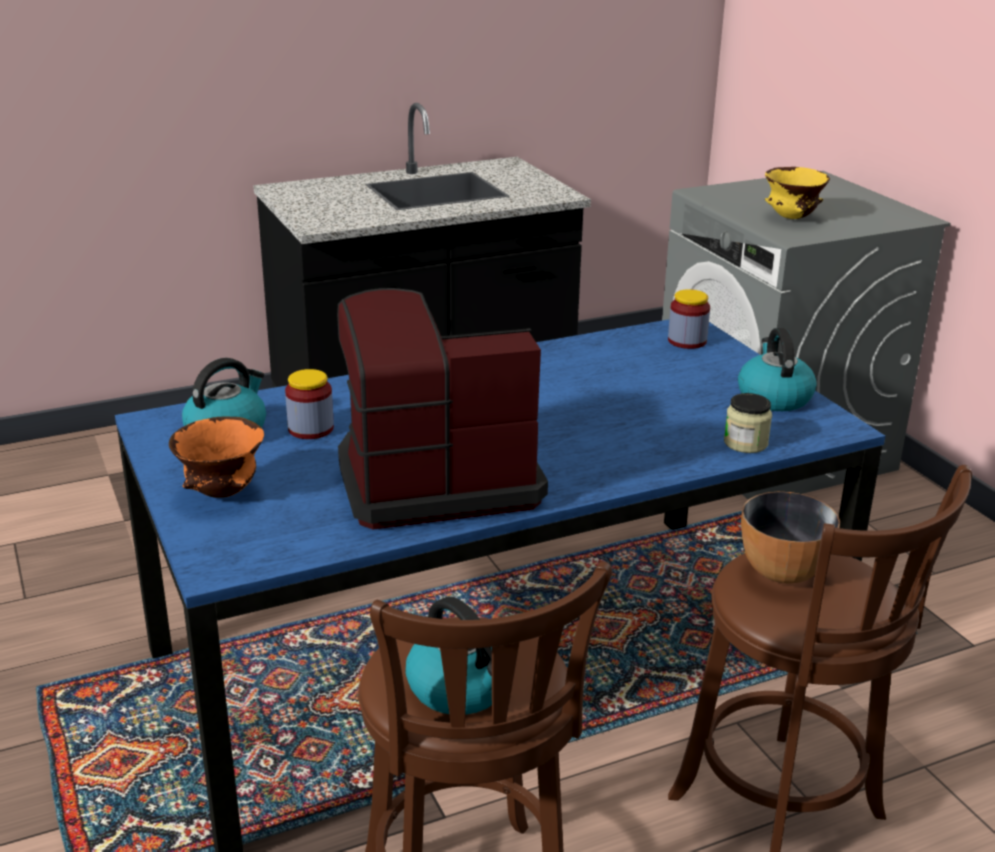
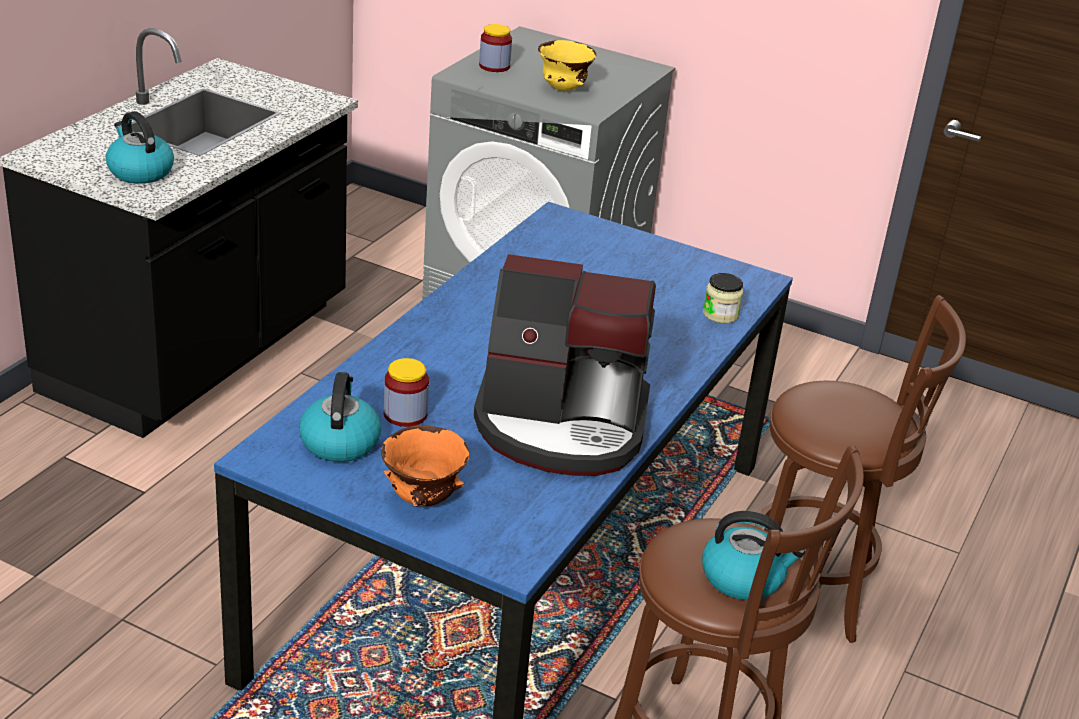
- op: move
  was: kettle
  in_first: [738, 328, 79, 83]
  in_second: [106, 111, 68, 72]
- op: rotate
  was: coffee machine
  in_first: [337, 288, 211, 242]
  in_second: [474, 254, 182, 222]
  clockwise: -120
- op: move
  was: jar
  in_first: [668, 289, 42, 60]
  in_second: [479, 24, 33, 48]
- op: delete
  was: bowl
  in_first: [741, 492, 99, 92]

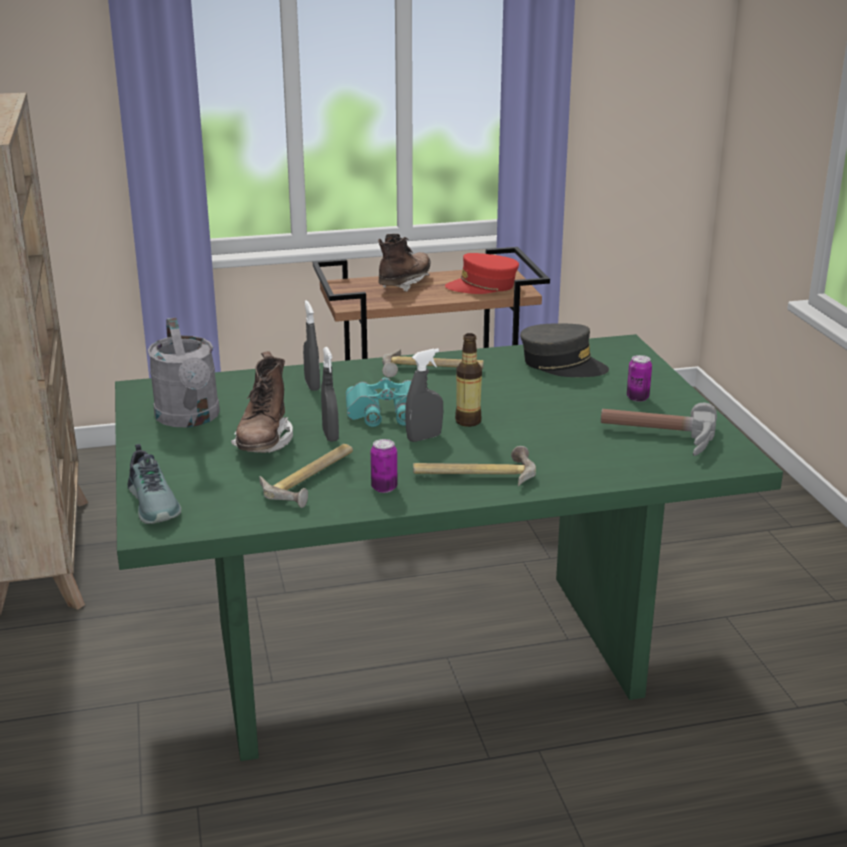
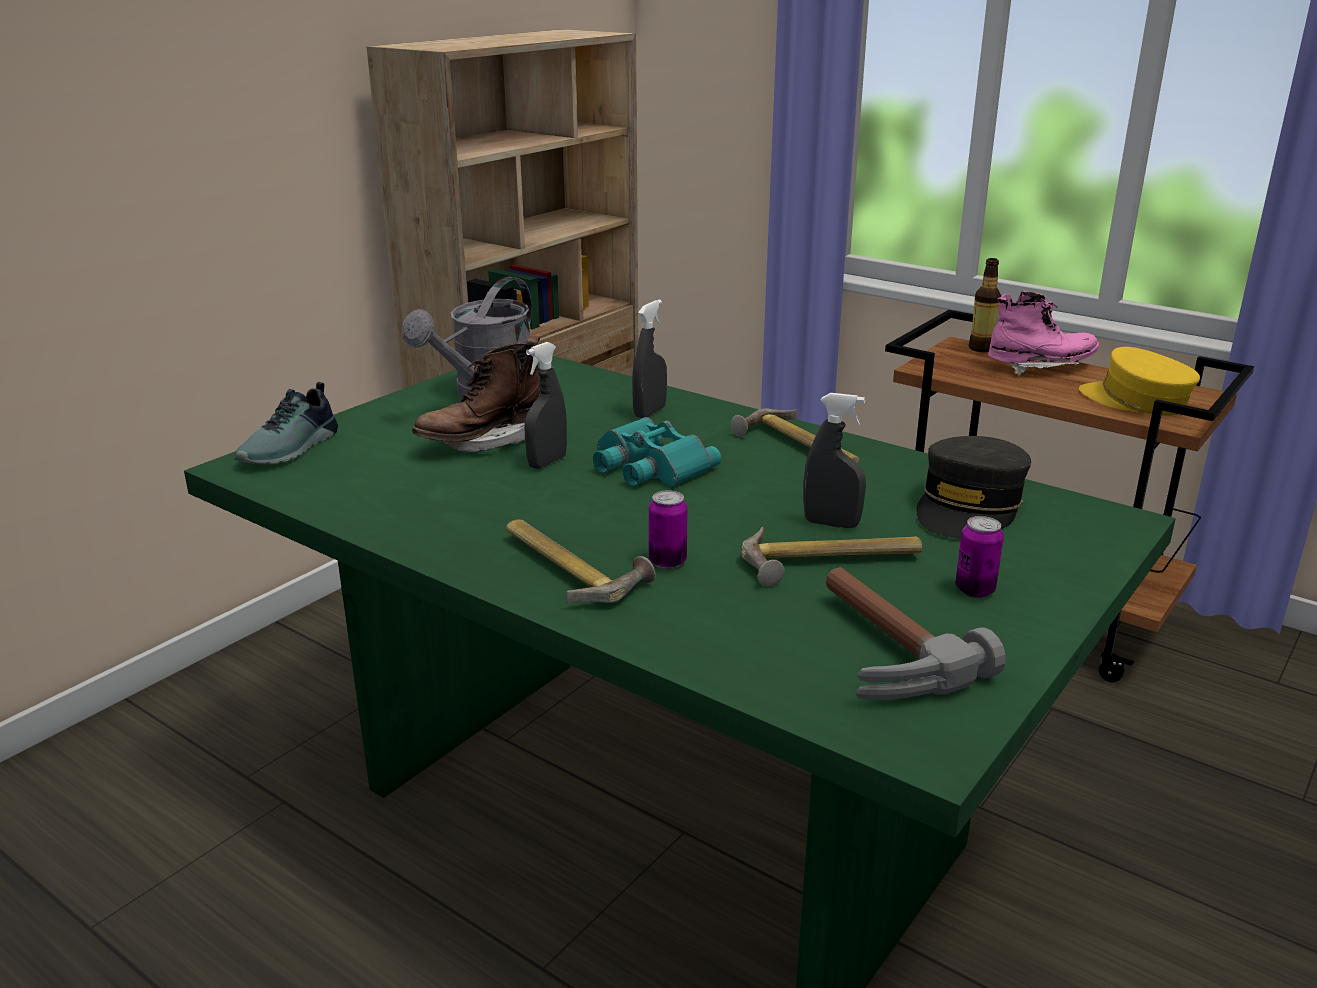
- op: move
  was: can
  in_first: [371, 439, 26, 54]
  in_second: [649, 490, 39, 79]
- op: move
  was: hammer
  in_first: [260, 444, 93, 64]
  in_second: [741, 527, 181, 59]
- op: move
  was: spray bottle (grey)
  in_first: [405, 348, 38, 94]
  in_second: [803, 393, 63, 135]
- op: rotate
  was: cap (grey)
  in_first: [520, 323, 89, 54]
  in_second: [916, 436, 115, 102]
  clockwise: 45
- op: move
  was: bottle
  in_first: [455, 333, 27, 94]
  in_second: [969, 258, 32, 94]
- op: recolor
  was: boot (brown)
  now: boot (pink)
  in_first: [378, 234, 52, 58]
  in_second: [988, 291, 111, 85]
- op: recolor
  was: cap (red)
  now: cap (yellow)
  in_first: [445, 253, 74, 41]
  in_second: [1079, 347, 121, 69]

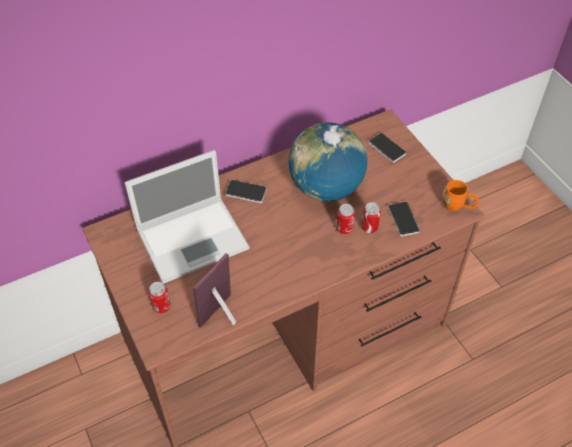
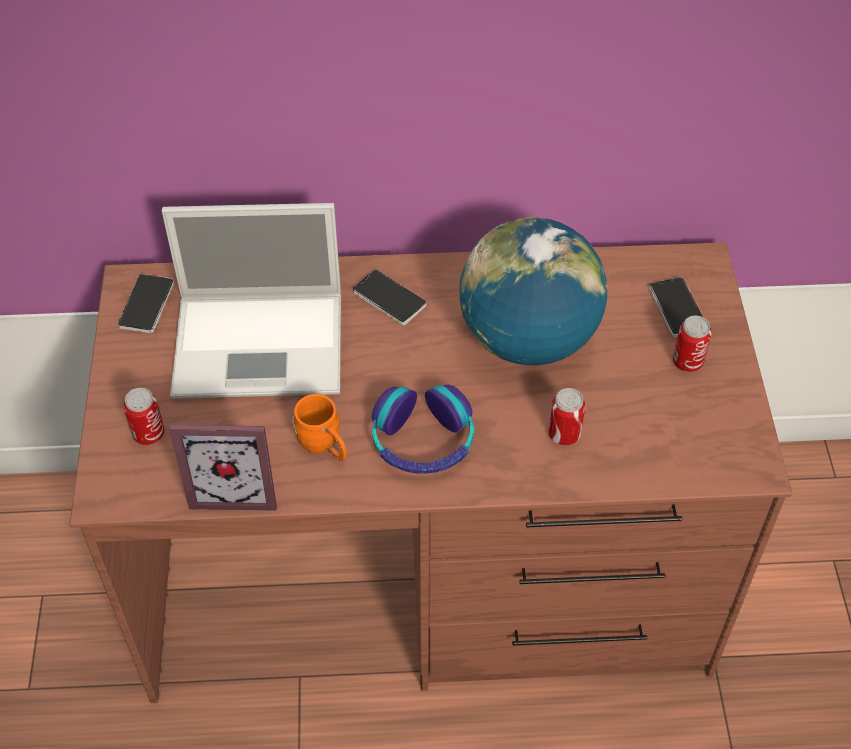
- op: move
  was: phone
  in_first: [388, 201, 32, 35]
  in_second: [118, 274, 56, 59]
- op: rotate
  was: picture frame
  in_first: [193, 253, 43, 75]
  in_second: [170, 425, 107, 86]
  clockwise: -150
- op: move
  was: mug (orange)
  in_first: [442, 180, 37, 31]
  in_second: [293, 394, 54, 67]
- op: insert
  now: headphones
  in_second: [372, 385, 102, 89]
- op: move
  was: can
  in_first: [336, 204, 19, 30]
  in_second: [673, 316, 39, 56]

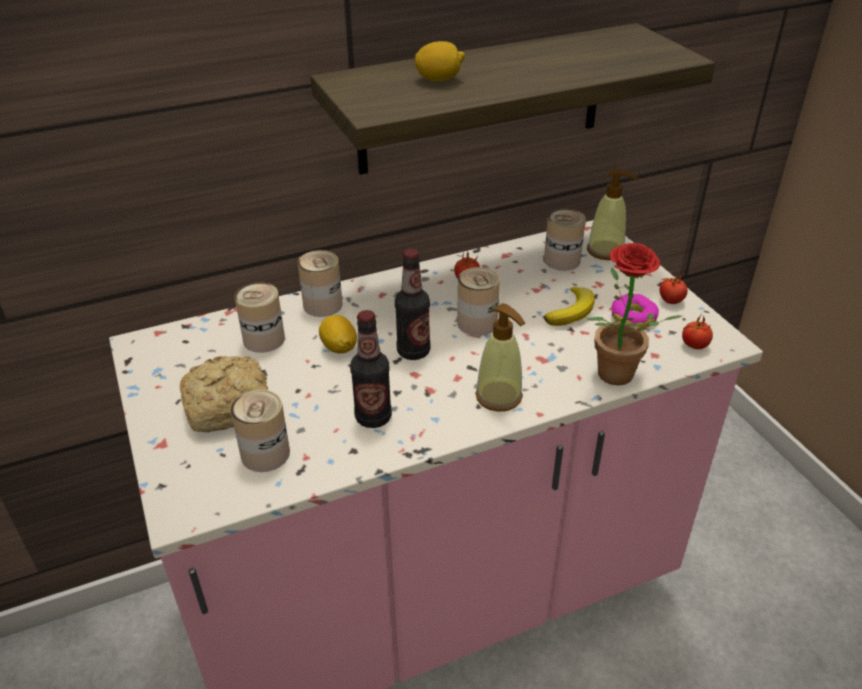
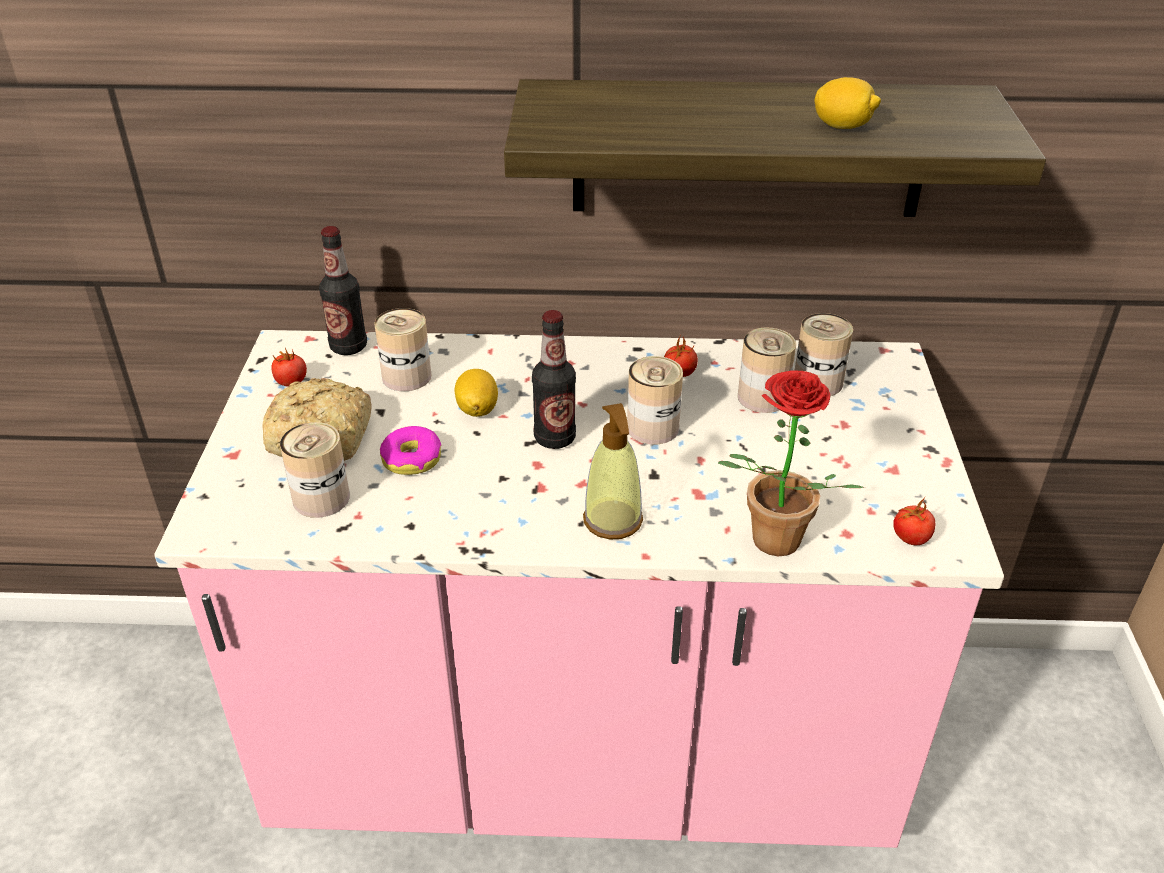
- op: move
  was: tomato
  in_first: [660, 273, 28, 31]
  in_second: [271, 348, 36, 39]
- op: move
  was: bottle
  in_first: [350, 310, 42, 118]
  in_second: [319, 226, 48, 129]
- op: move
  was: donut
  in_first: [611, 294, 48, 34]
  in_second: [380, 426, 61, 49]
- op: move
  was: can
  in_first: [298, 250, 44, 67]
  in_second: [738, 327, 58, 86]
- op: move
  was: lemon
  in_first: [414, 41, 51, 41]
  in_second: [814, 77, 67, 52]
- op: delete
  was: banana
  in_first: [544, 287, 51, 39]
- op: delete
  was: soap dispenser
  in_first: [587, 169, 51, 91]

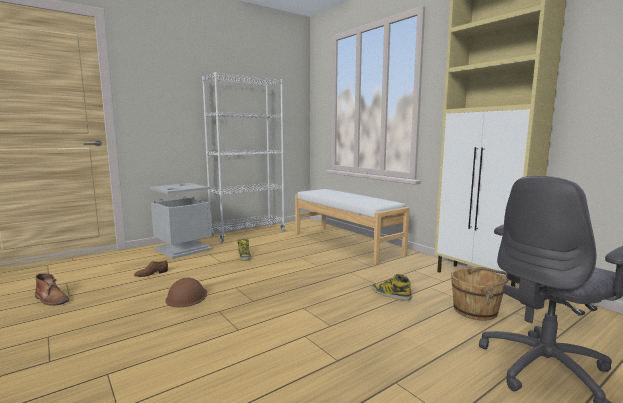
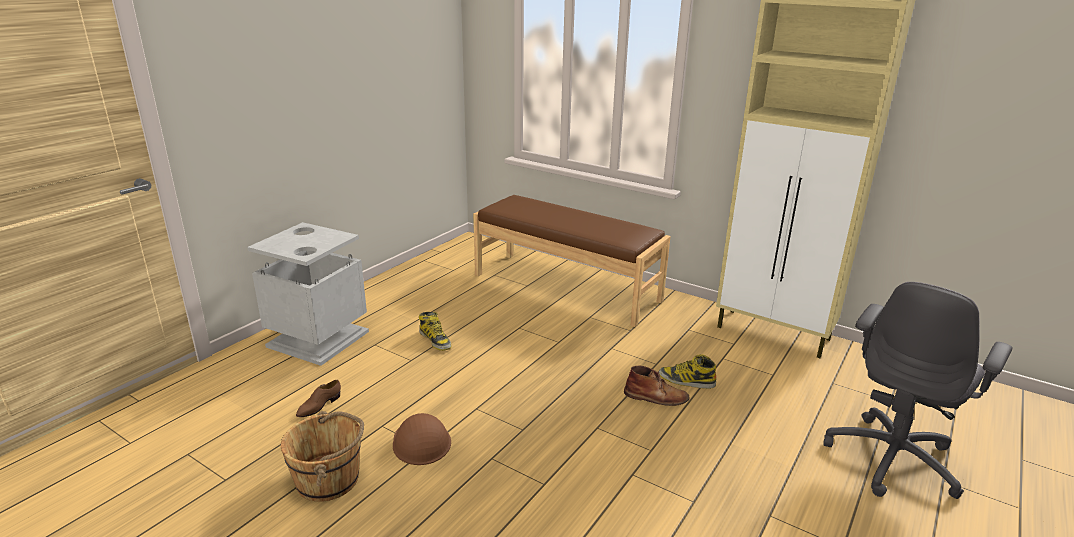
- op: move
  was: bucket (brown)
  in_first: [451, 267, 58, 53]
  in_second: [281, 411, 83, 91]
- op: recolor
  was: bench (white)
  now: bench (brown)
  in_first: [295, 189, 115, 76]
  in_second: [473, 195, 198, 132]
- op: move
  was: boot (brown)
  in_first: [35, 273, 34, 33]
  in_second: [624, 365, 65, 41]
- op: delete
  was: bookcase (white)
  in_first: [202, 72, 83, 170]

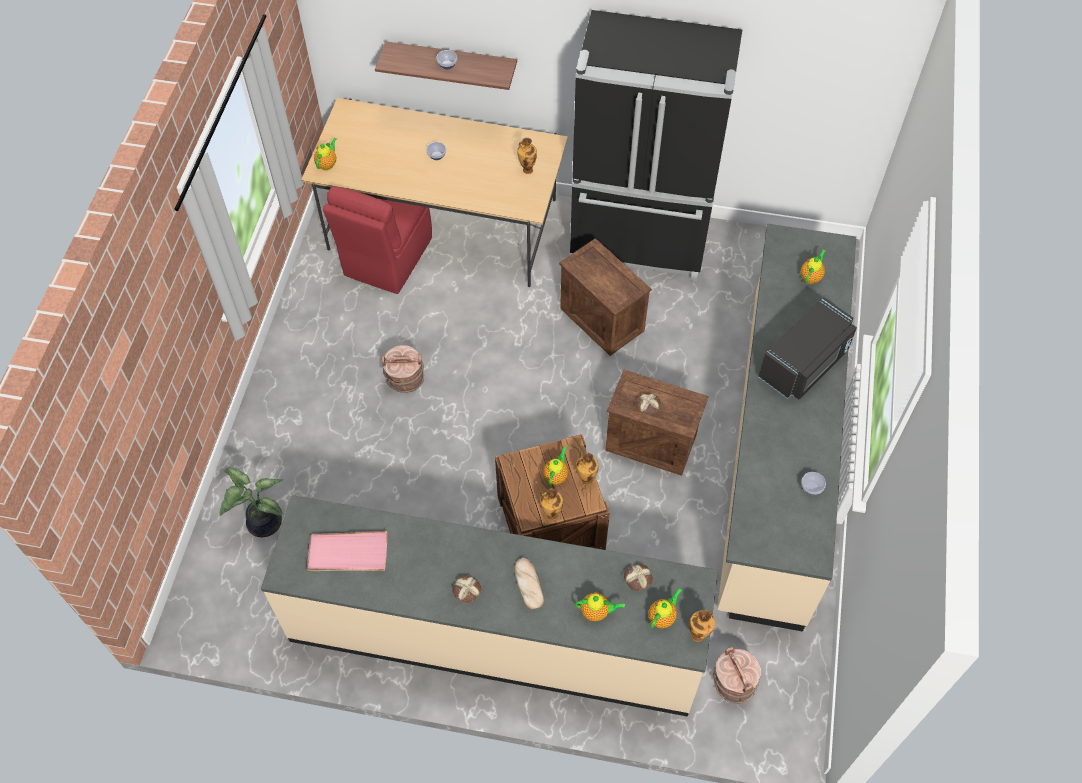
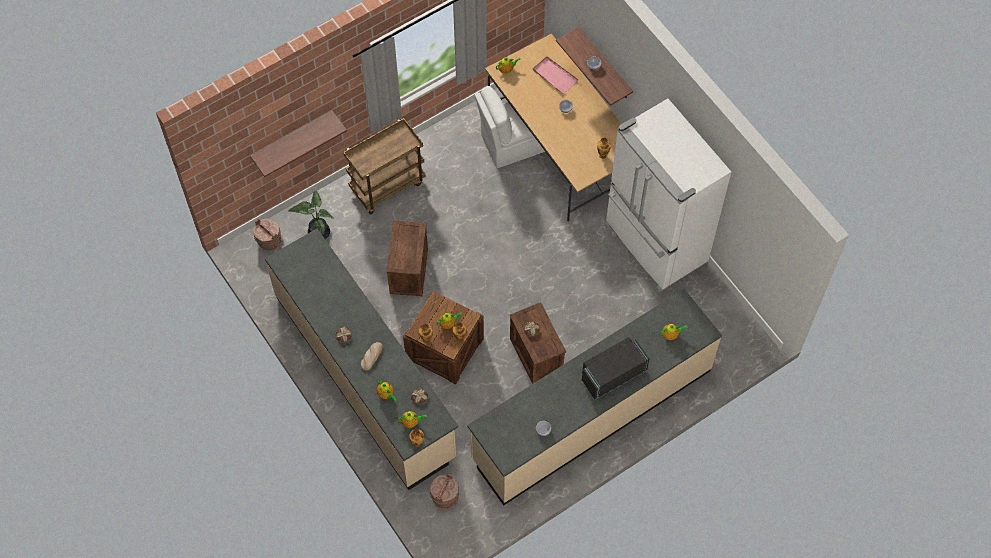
- op: insert
  now: shelf
  in_second: [250, 110, 97, 67]
- op: move
  was: bucket (brown)
  in_first: [382, 345, 42, 48]
  in_second: [253, 219, 30, 32]
- op: insert
  now: cart (brown)
  in_second: [343, 118, 82, 96]
- op: move
  was: crate
  in_first: [559, 238, 93, 118]
  in_second: [386, 221, 42, 75]
- op: recolor
  was: chair (red)
  now: chair (white)
  in_first: [323, 186, 109, 108]
  in_second: [475, 86, 70, 82]
- op: move
  was: tray (pink)
  in_first: [307, 531, 80, 40]
  in_second: [533, 57, 45, 37]
- op: rotate
  was: microwave (black)
  in_first: [759, 297, 98, 102]
  in_second: [582, 337, 67, 63]
  clockwise: 150
- op: recolor
  was: fridge (black)
  now: fridge (white)
  in_first: [570, 10, 172, 271]
  in_second: [604, 99, 127, 194]

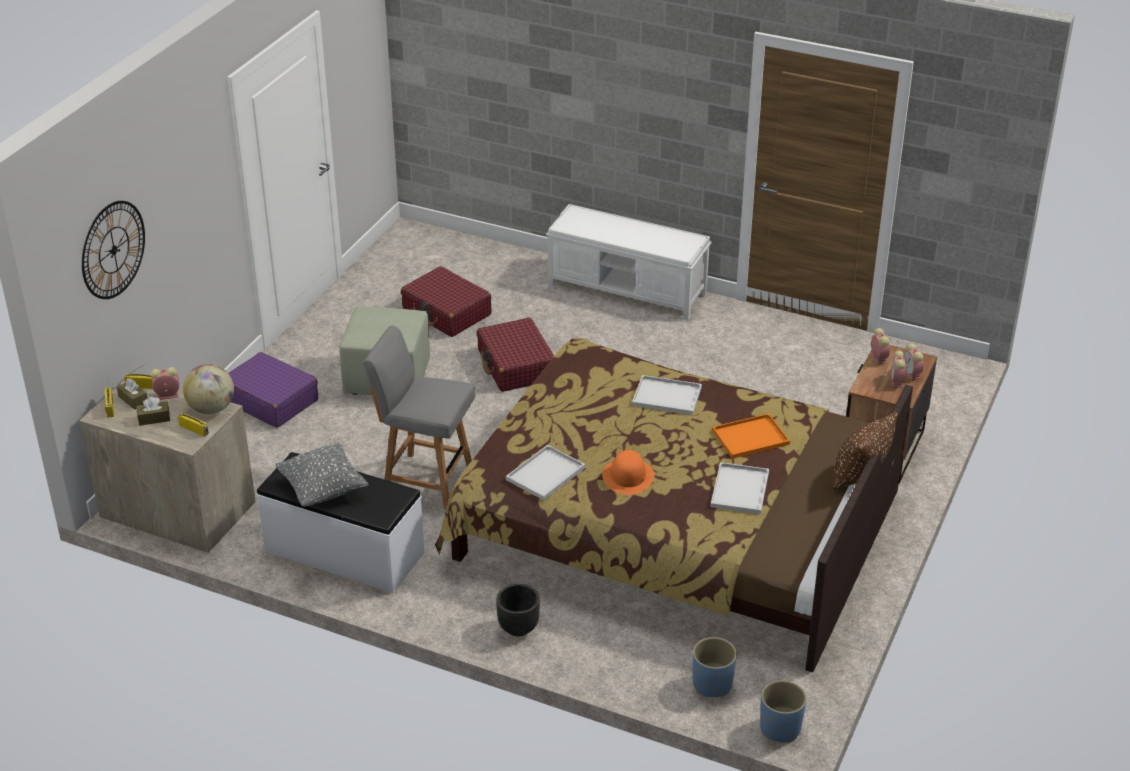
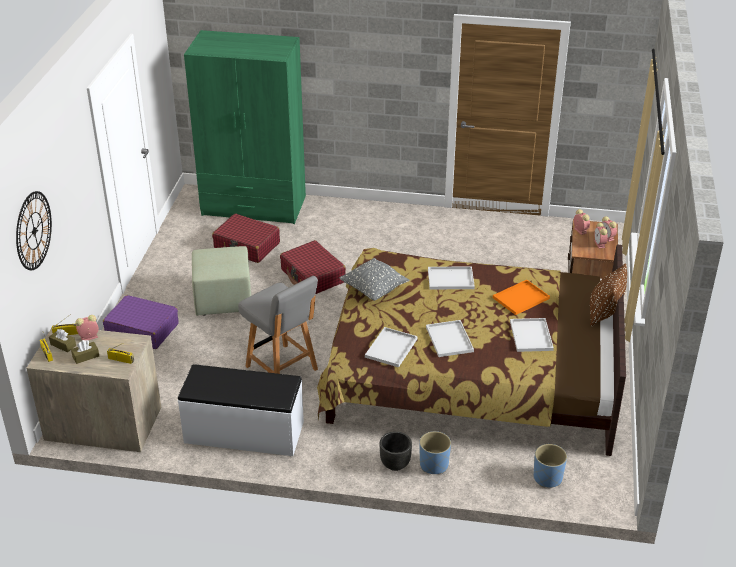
- op: insert
  now: wardrobe (green)
  in_second: [184, 30, 122, 194]
- op: rotate
  was: chair (grey)
  in_first: [363, 326, 112, 183]
  in_second: [238, 276, 80, 98]
  clockwise: -135
- op: move
  was: pillow (grey)
  in_first: [275, 443, 94, 64]
  in_second: [339, 258, 70, 43]
- op: move
  was: planter (blue)
  in_first: [760, 680, 47, 63]
  in_second: [419, 431, 32, 43]
- op: replace
  was: hat (orange)
  now: tray (white)
  in_first: [602, 450, 52, 45]
  in_second: [426, 320, 48, 37]
- op: delete
  was: globe
  in_first: [183, 364, 51, 50]
- op: delete
  was: bench (white)
  in_first: [546, 204, 165, 116]

